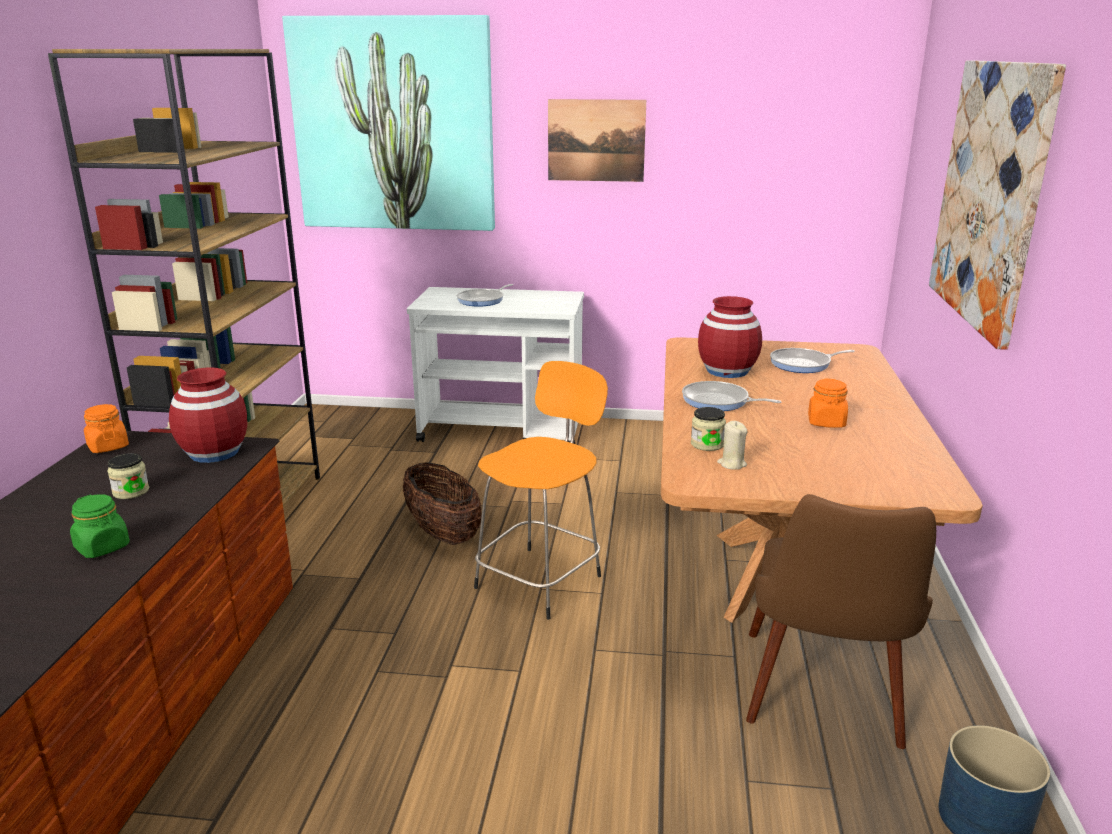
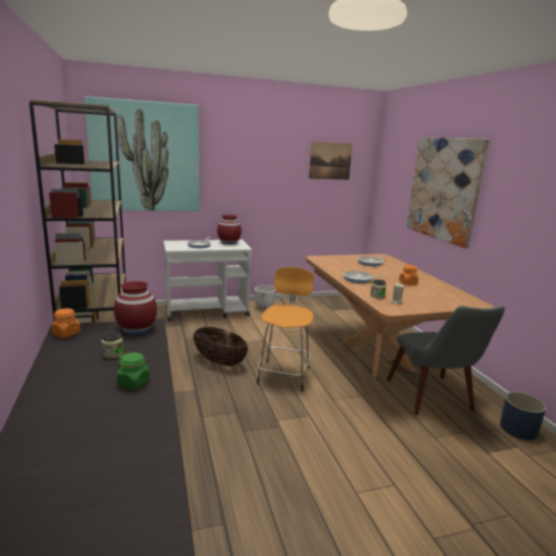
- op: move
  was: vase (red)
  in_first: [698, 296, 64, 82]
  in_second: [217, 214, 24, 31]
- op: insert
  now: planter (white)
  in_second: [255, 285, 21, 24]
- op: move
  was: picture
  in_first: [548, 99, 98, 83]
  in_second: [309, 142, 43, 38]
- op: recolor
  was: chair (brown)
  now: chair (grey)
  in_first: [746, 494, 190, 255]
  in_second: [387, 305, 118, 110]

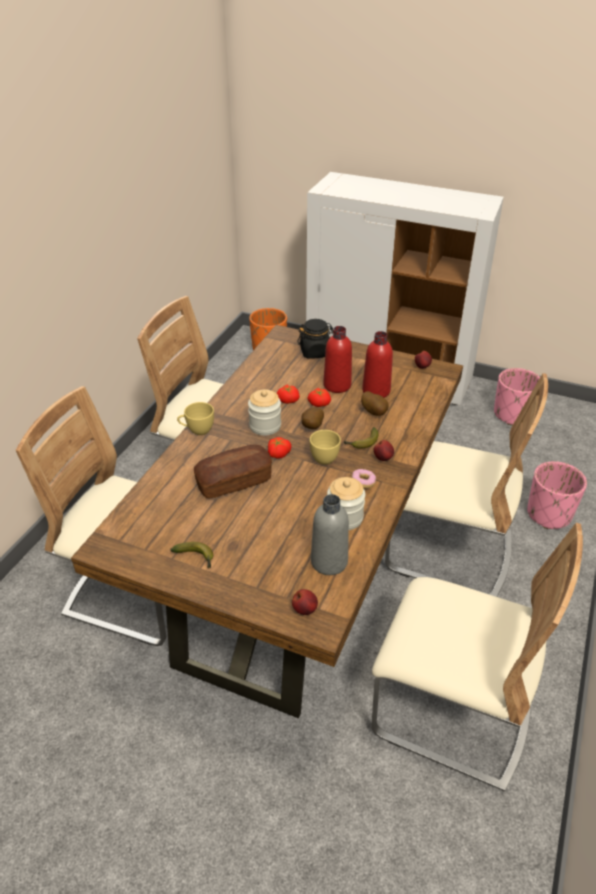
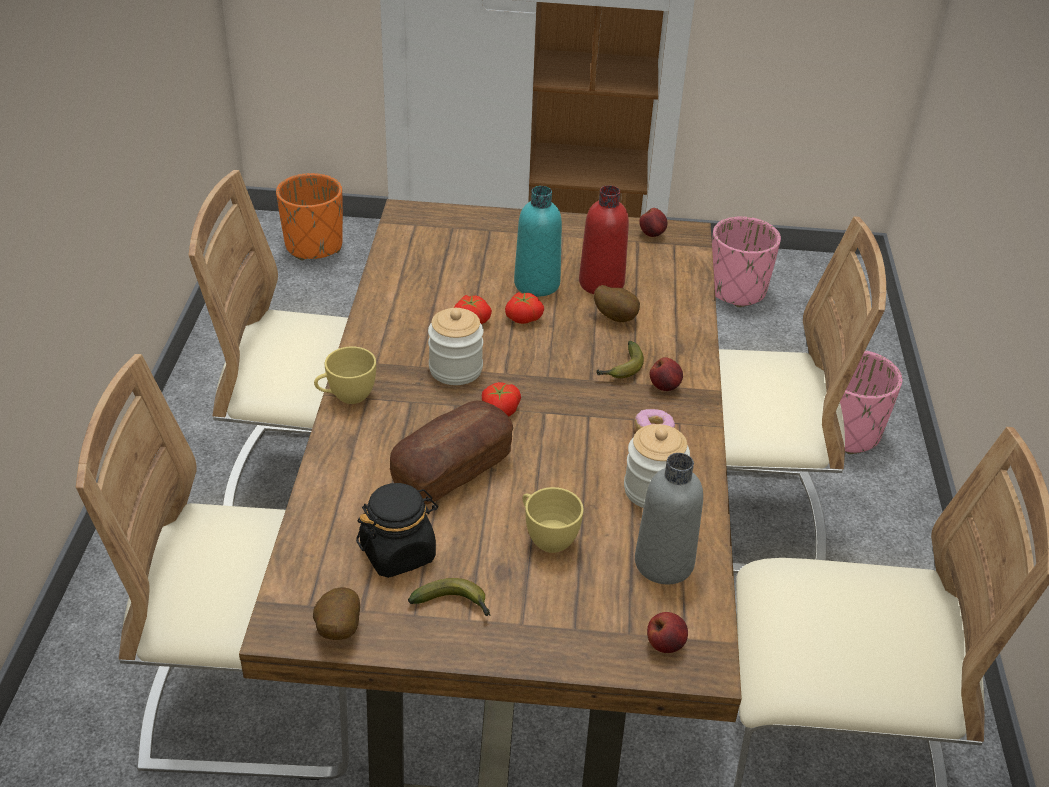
- op: move
  was: potato
  in_first: [301, 407, 23, 22]
  in_second: [313, 587, 47, 53]
- op: move
  was: jar (black)
  in_first: [298, 319, 35, 40]
  in_second: [356, 483, 82, 95]
- op: recolor
  was: bottle (red)
  now: bottle (turquoise)
  in_first: [323, 326, 29, 67]
  in_second: [514, 186, 48, 110]
- op: move
  was: cup (yellow)
  in_first: [310, 430, 31, 35]
  in_second: [523, 487, 61, 66]

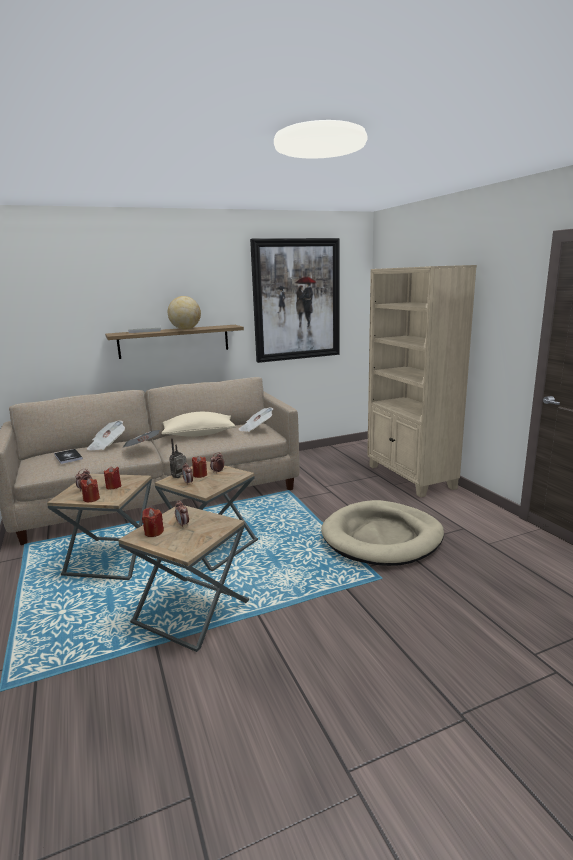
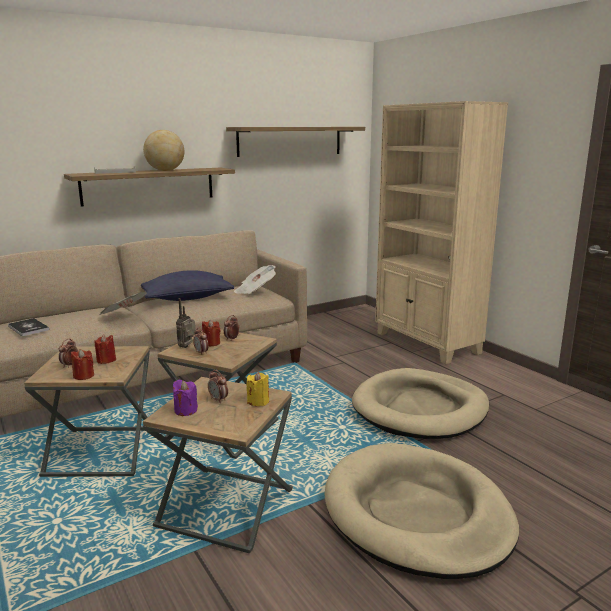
- op: recolor
  was: pillow (beige)
  now: pillow (blue)
  in_first: [162, 412, 74, 25]
  in_second: [141, 270, 93, 31]
- op: recolor
  was: candle (red)
  now: candle (purple)
  in_first: [142, 508, 22, 29]
  in_second: [173, 380, 25, 36]
- op: replace
  was: picture
  now: shelf
  in_first: [250, 238, 90, 125]
  in_second: [226, 127, 139, 30]
- op: insert
  now: candle (yellow)
  in_second: [246, 372, 23, 34]
- op: insert
  now: dog bed (beige)
  in_second: [325, 443, 194, 136]
- op: delete
  was: newspaper
  in_first: [87, 420, 38, 31]

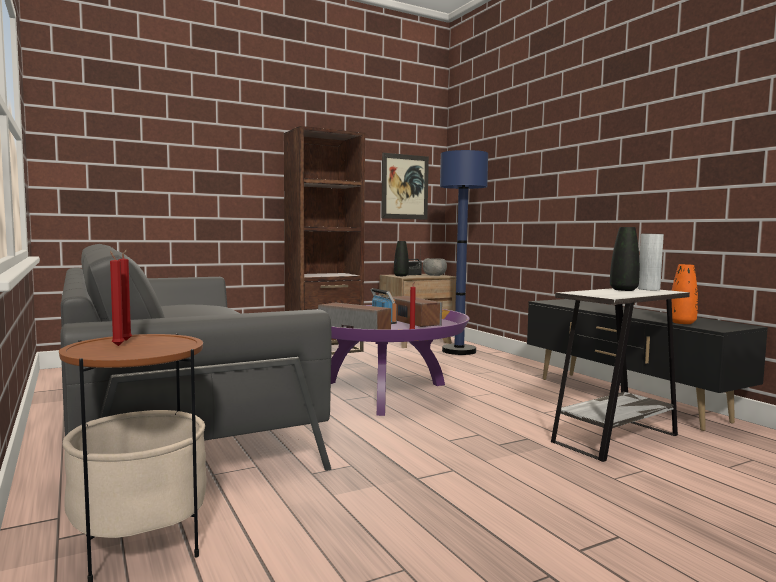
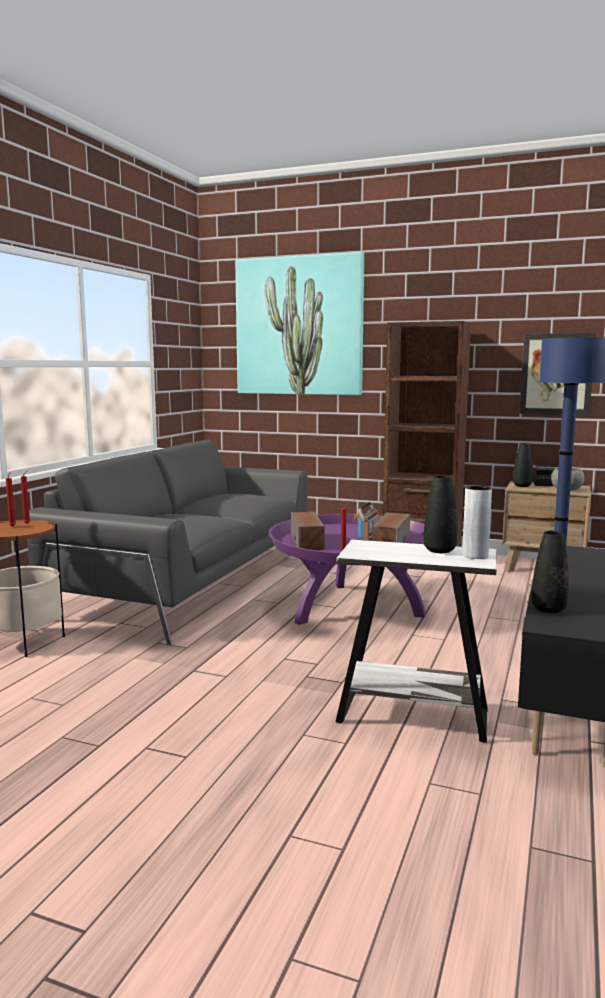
- op: insert
  now: picture
  in_second: [235, 252, 129, 143]
- op: recolor
  was: vase (orange)
  now: vase (black)
  in_first: [671, 264, 27, 60]
  in_second: [532, 531, 37, 82]

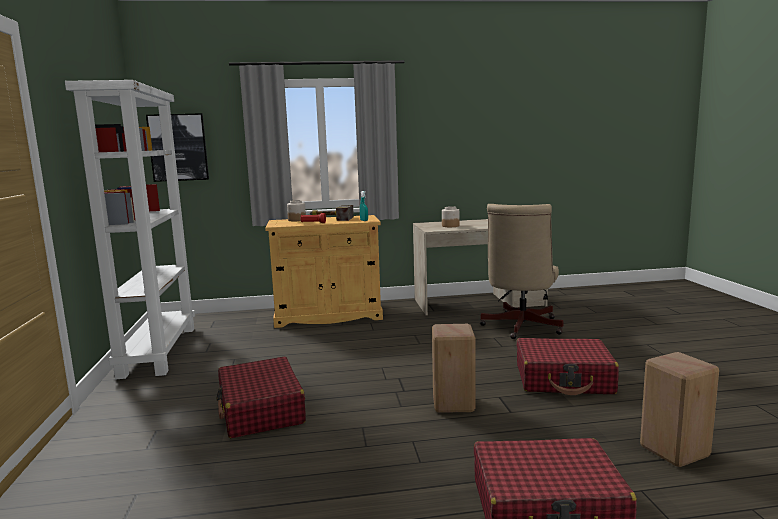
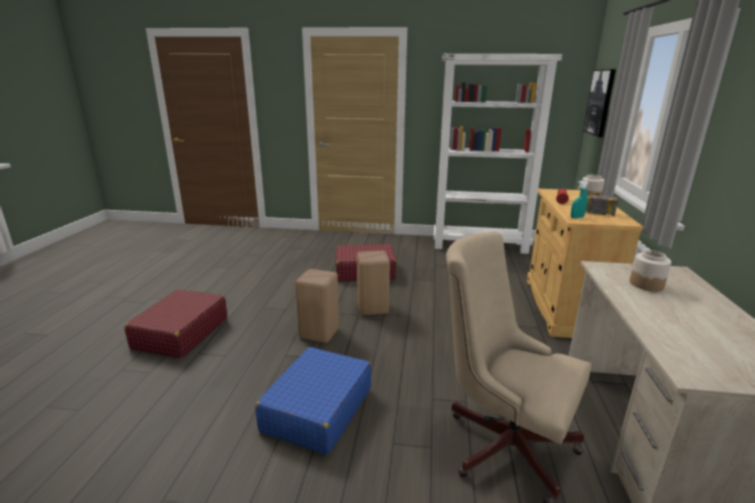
- op: recolor
  was: suitcase (red)
  now: suitcase (blue)
  in_first: [517, 338, 102, 57]
  in_second: [256, 347, 115, 108]
- op: move
  was: stool (beige)
  in_first: [640, 352, 79, 115]
  in_second: [357, 251, 33, 64]

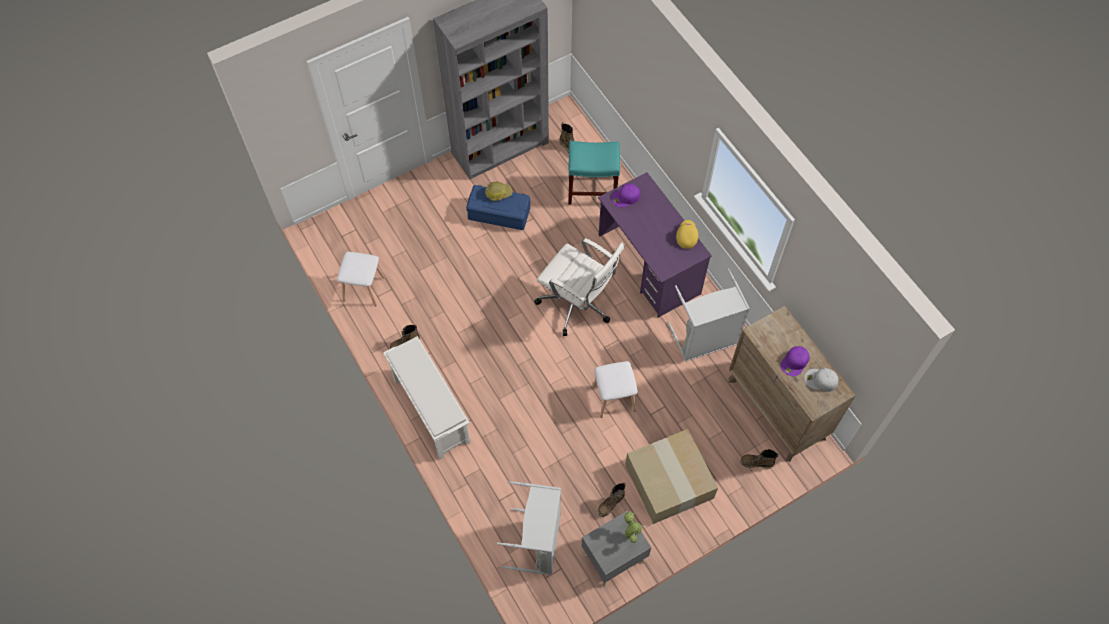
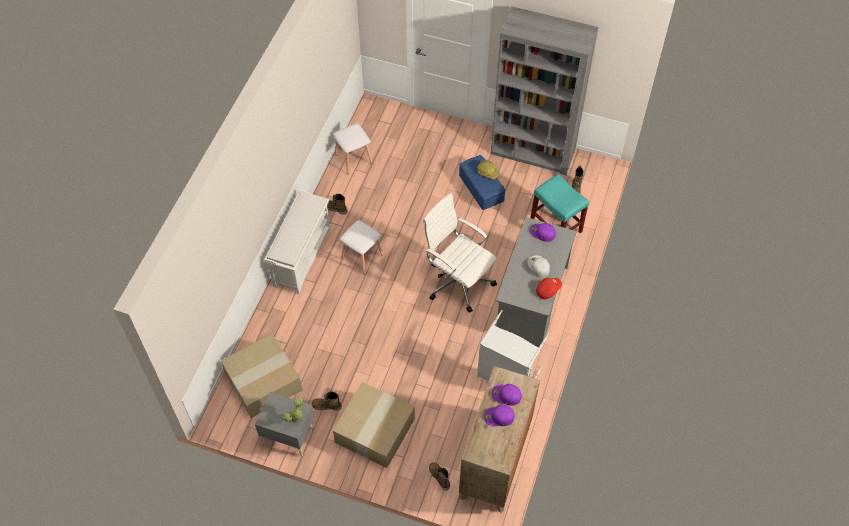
- op: replace
  was: laundry basket (grey)
  now: cardboard box
  in_first: [497, 481, 64, 94]
  in_second: [221, 334, 82, 84]
- op: move
  was: stool (white)
  in_first: [592, 361, 46, 57]
  in_second: [340, 220, 43, 55]
- op: rotate
  was: office chair (white)
  in_first: [534, 238, 90, 98]
  in_second: [423, 193, 74, 120]
  clockwise: 135
- op: insert
  now: cap (purple)
  in_second: [492, 384, 30, 22]
- op: recolor
  was: desk (purple)
  now: desk (grey)
  in_first: [598, 172, 114, 145]
  in_second: [496, 217, 81, 130]
- op: move
  was: cap (white)
  in_first: [805, 368, 34, 24]
  in_second: [527, 255, 23, 23]
- op: recolor
  was: cap (yellow)
  now: cap (red)
  in_first: [676, 220, 22, 29]
  in_second: [536, 278, 26, 21]

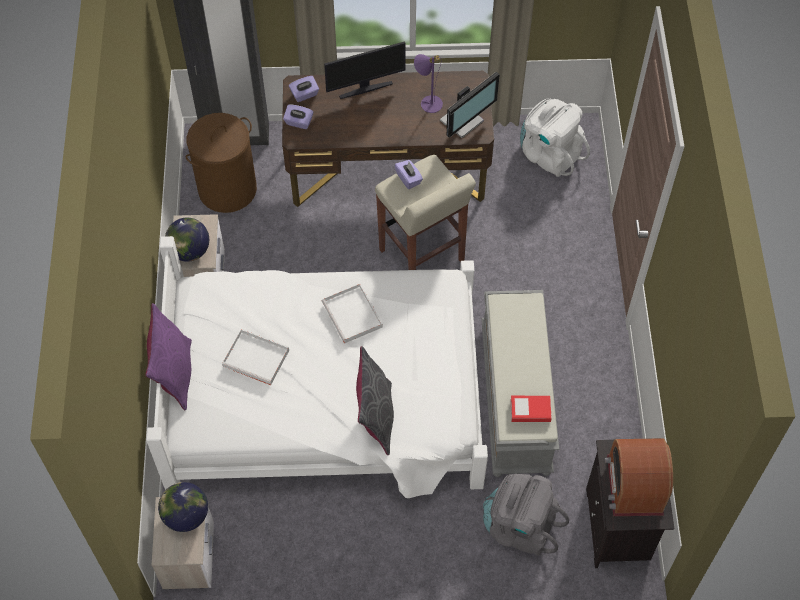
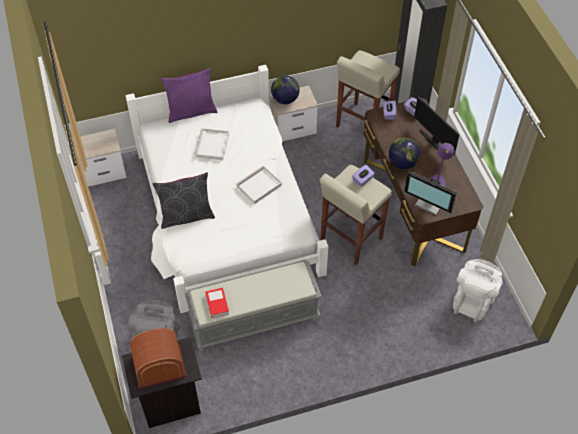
- op: replace
  was: laundry basket (brown)
  now: stool (beige)
  in_first: [186, 113, 71, 100]
  in_second: [336, 50, 64, 77]
- op: move
  was: globe
  in_first: [158, 482, 50, 50]
  in_second: [389, 138, 31, 31]

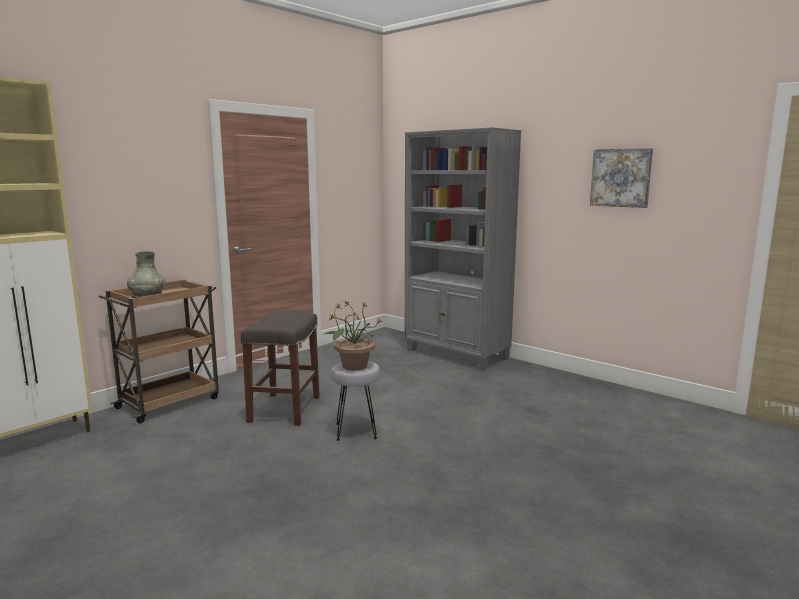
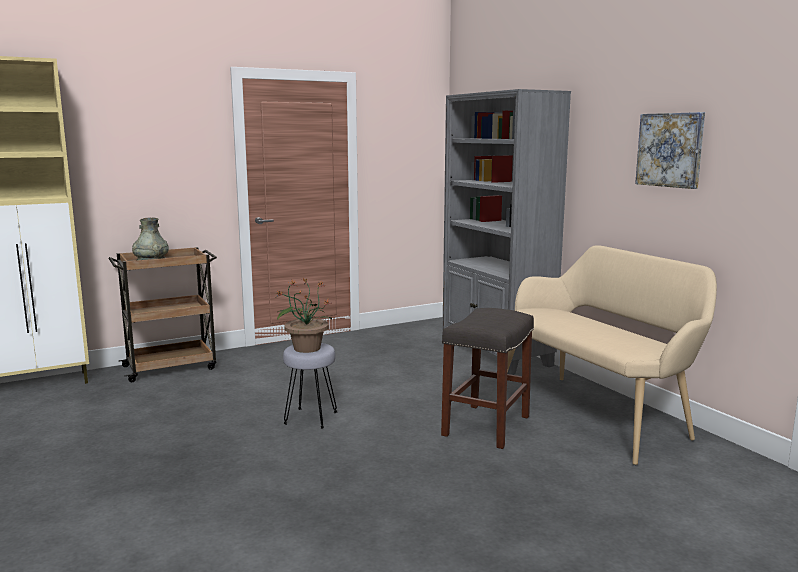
- op: move
  was: stool (grey)
  in_first: [241, 311, 79, 115]
  in_second: [441, 308, 93, 141]
- op: insert
  now: bench (beige)
  in_second: [507, 245, 210, 220]

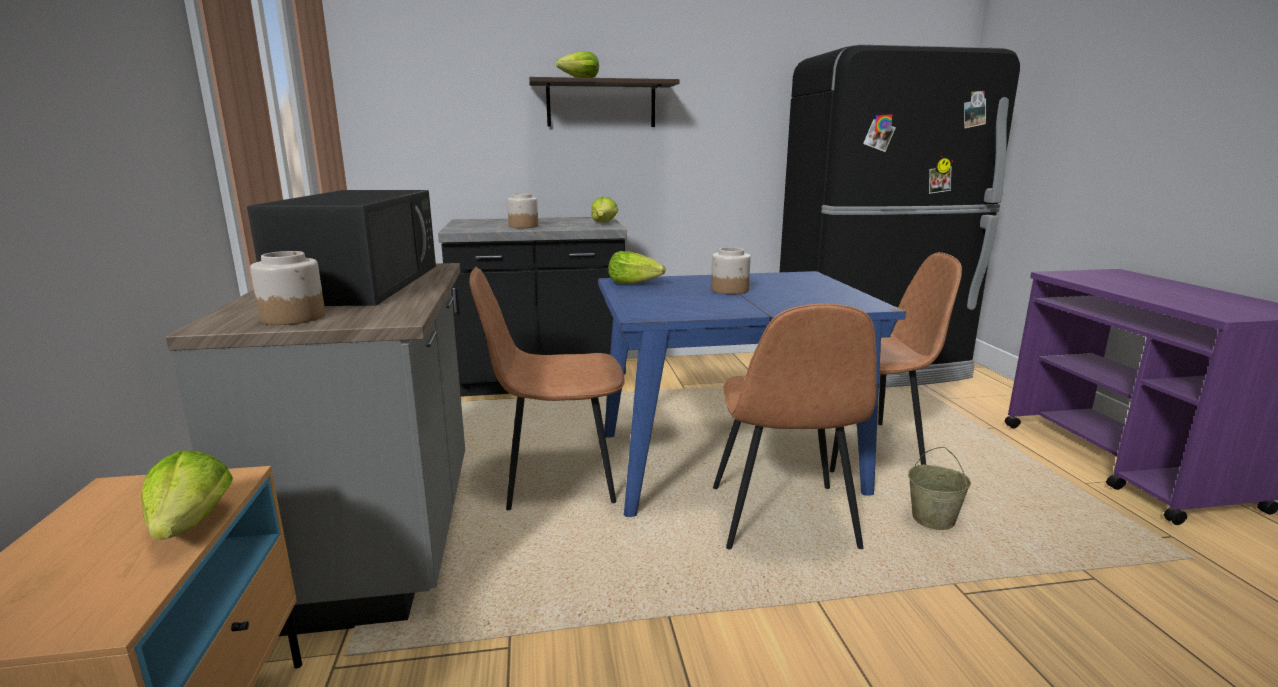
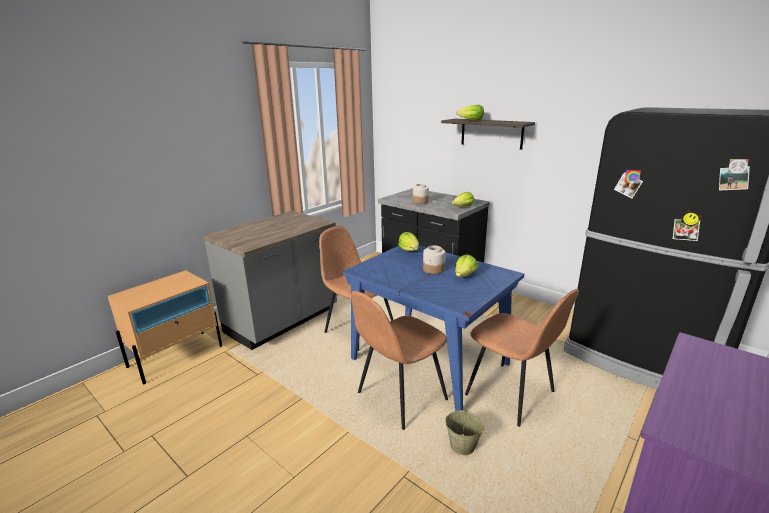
- op: move
  was: lettuce
  in_first: [141, 450, 92, 90]
  in_second: [455, 254, 23, 23]
- op: delete
  was: microwave (black)
  in_first: [247, 190, 189, 116]
- op: delete
  was: jar
  in_first: [250, 251, 75, 74]

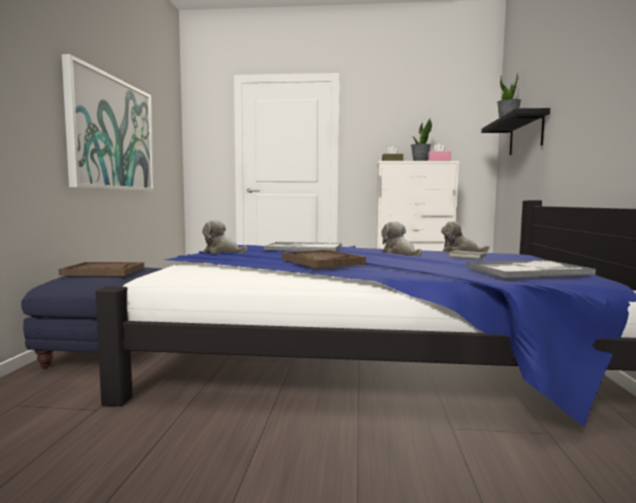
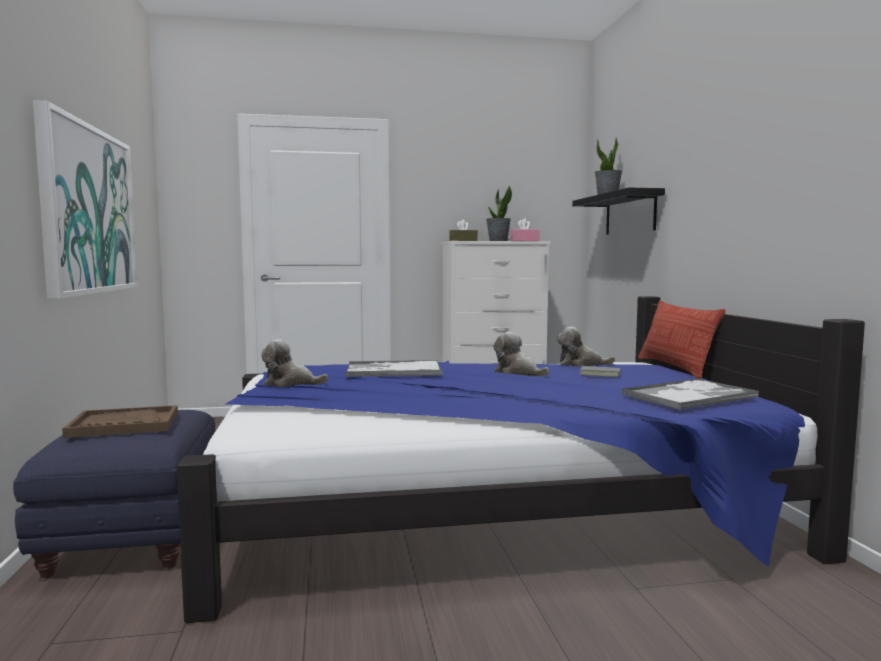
- op: insert
  now: pillow
  in_second: [638, 301, 88, 78]
- op: delete
  was: tray (brown)
  in_first: [282, 250, 84, 18]

